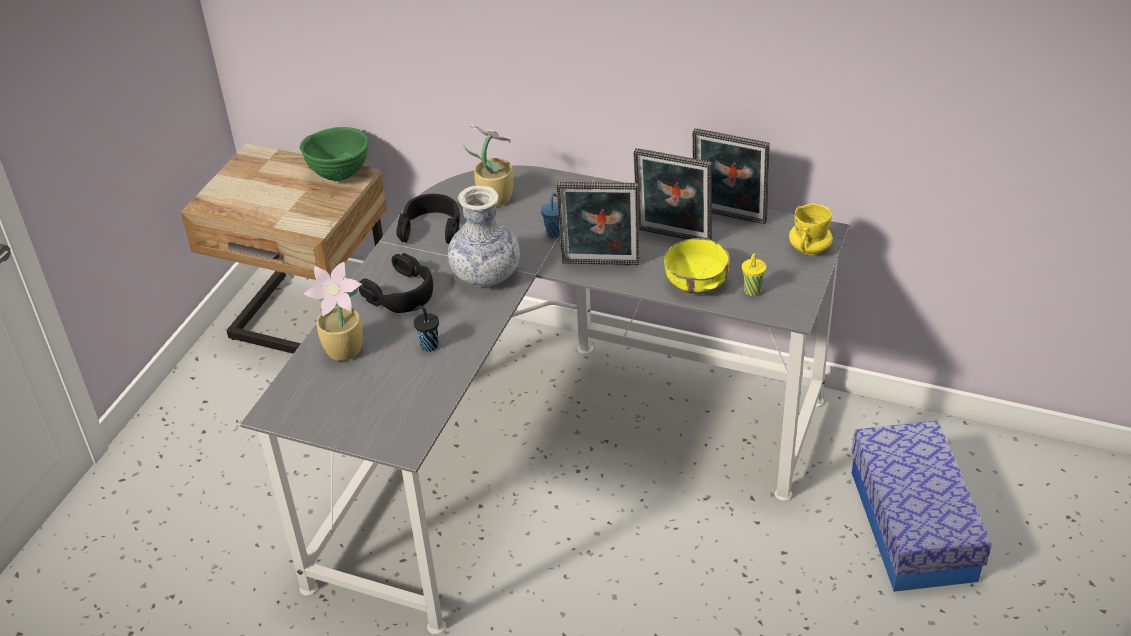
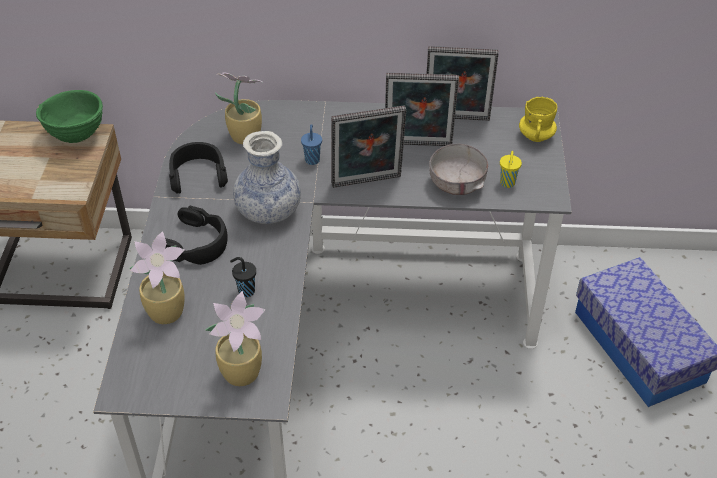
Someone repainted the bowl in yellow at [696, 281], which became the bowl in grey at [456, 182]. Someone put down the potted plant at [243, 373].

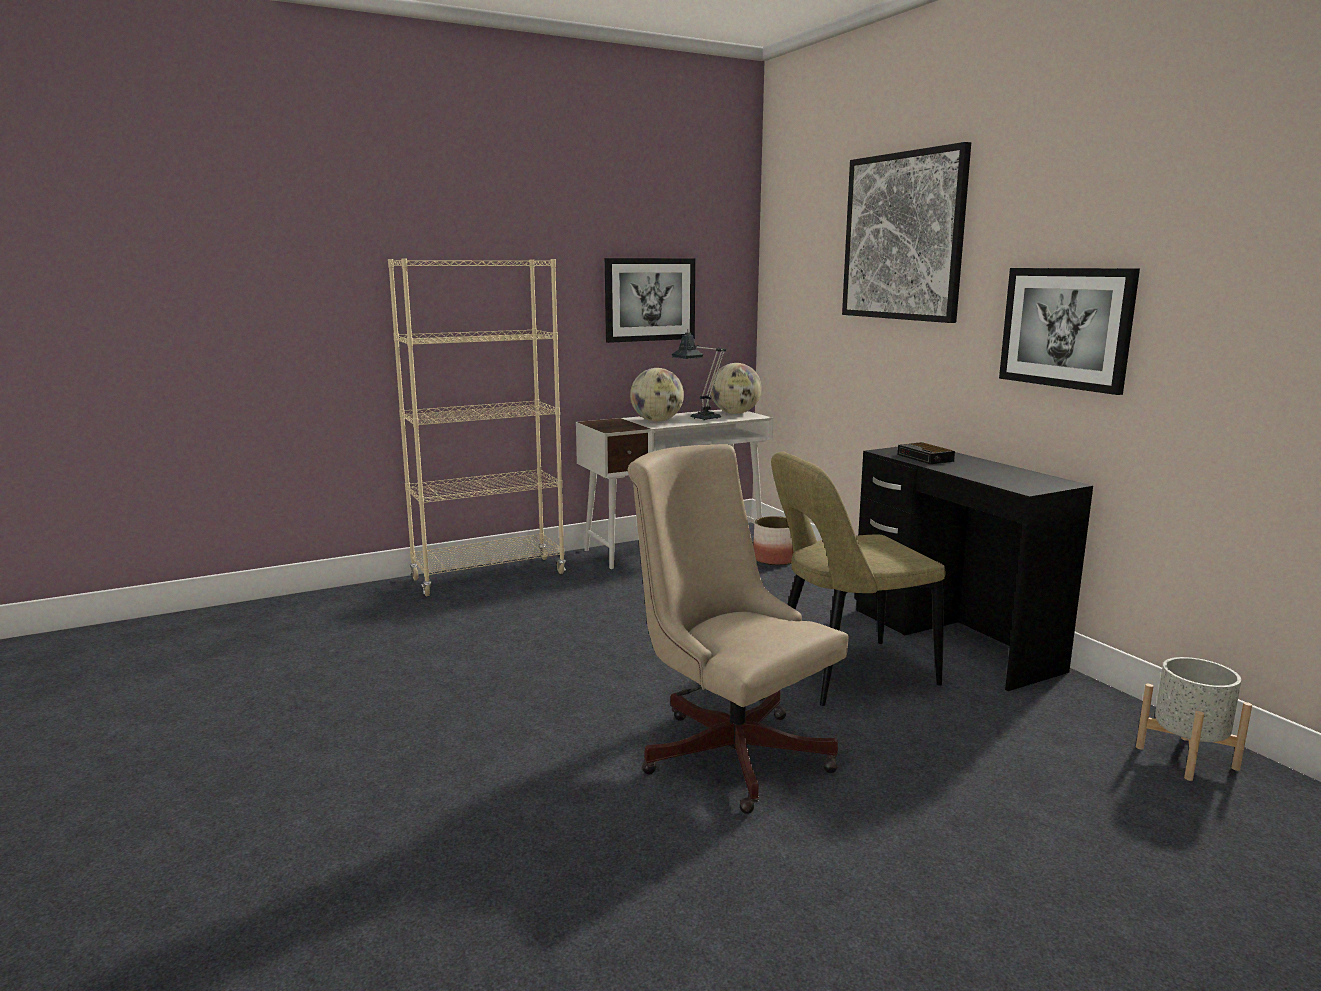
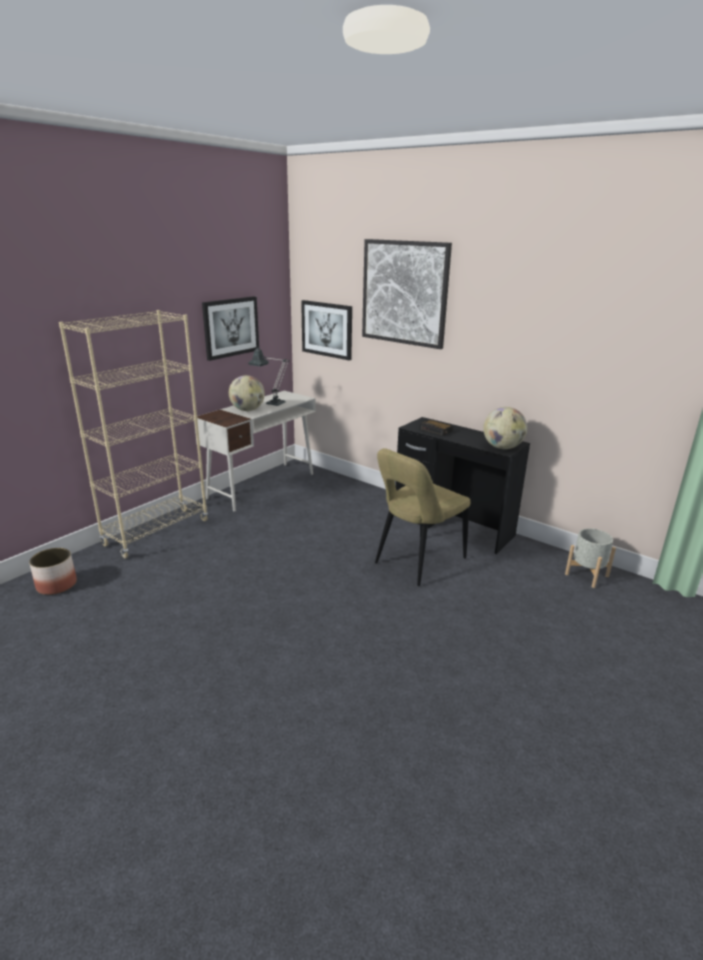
Someone took away the office chair in beige at [728, 750]. Someone carried the globe from [735, 413] to [502, 447]. Someone carried the planter from [775, 559] to [56, 585]. Someone carried the picture from [1066, 327] to [327, 329].

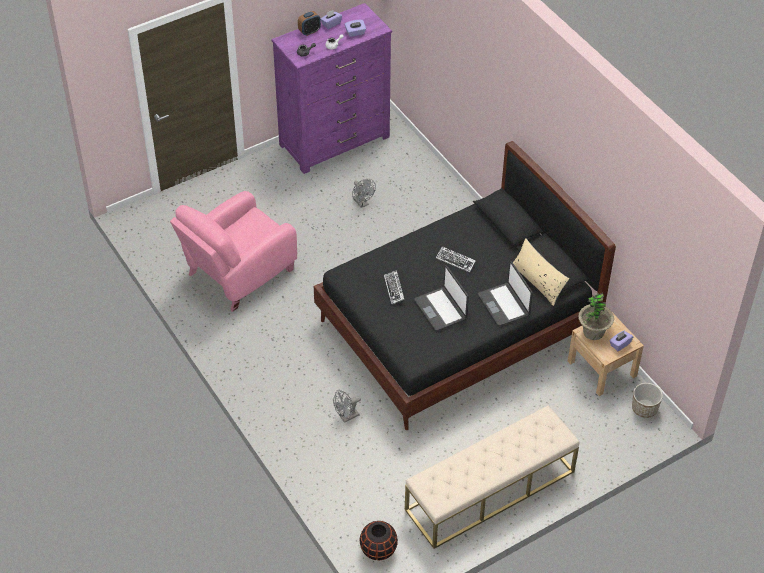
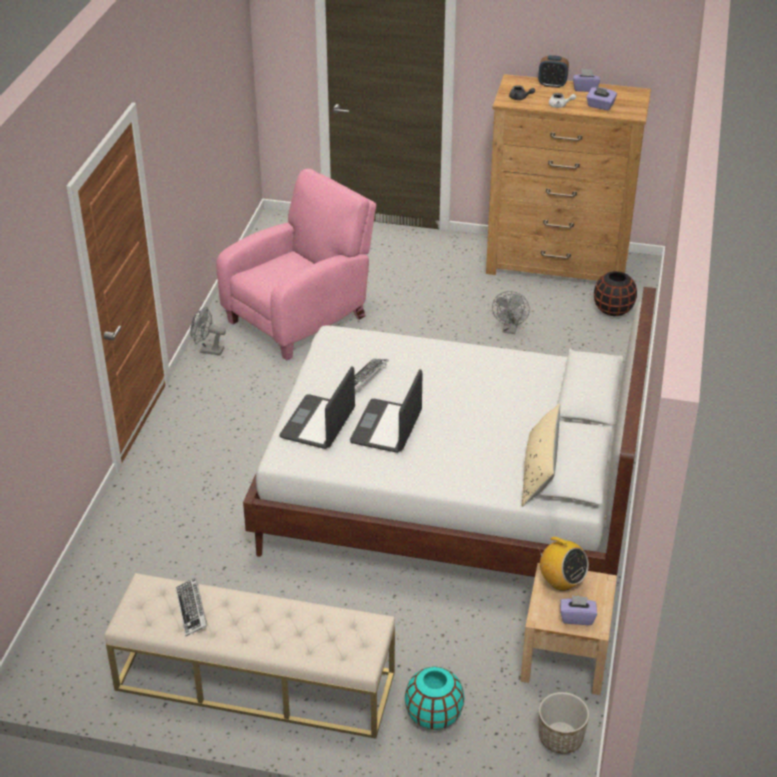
Someone rotated the armchair in pink at [238, 274] by 135 degrees clockwise. Someone repainted the dresser in purple at [335, 141], which became the dresser in brown at [558, 264]. Someone repainted the bed in black at [457, 327], which became the bed in white at [450, 499]. Someone carried the fan in grey from [346, 417] to [208, 350]. Someone carried the vase in black from [378, 550] to [613, 310]. Someone carried the keyboard from [455, 261] to [191, 610]. Someone carried the laptop from [504, 305] to [319, 423]. Someone swapped the potted plant at [593, 332] for the radio at [561, 582]. Someone put down the vase in turquoise at [433, 716].

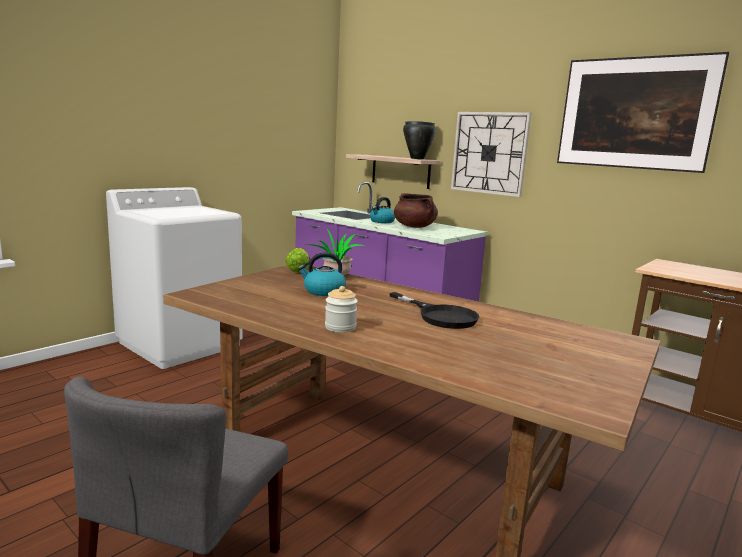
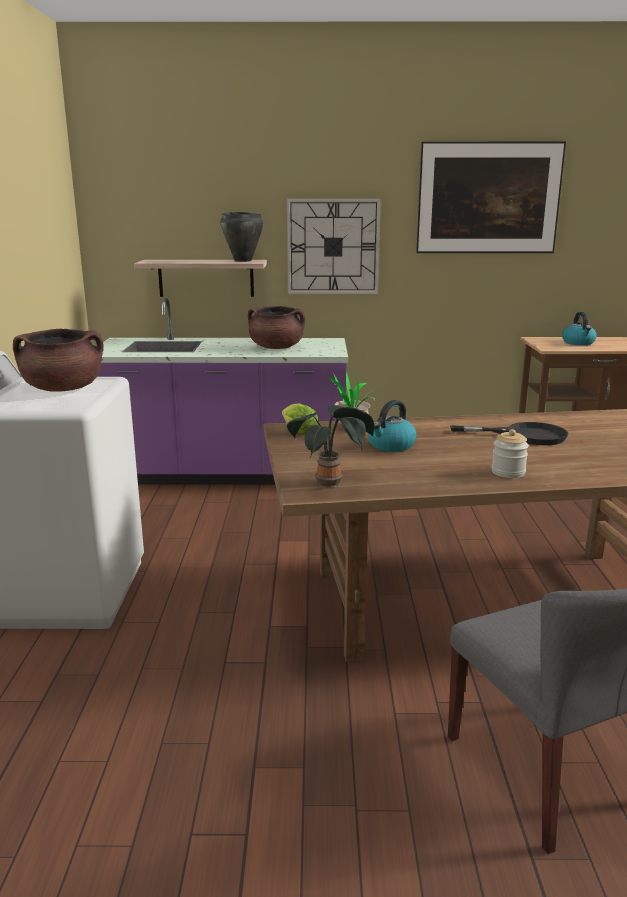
Someone carried the kettle from [382, 221] to [578, 343]. Someone put down the cooking pot in brown at [63, 389]. Someone put down the potted plant at [331, 482].

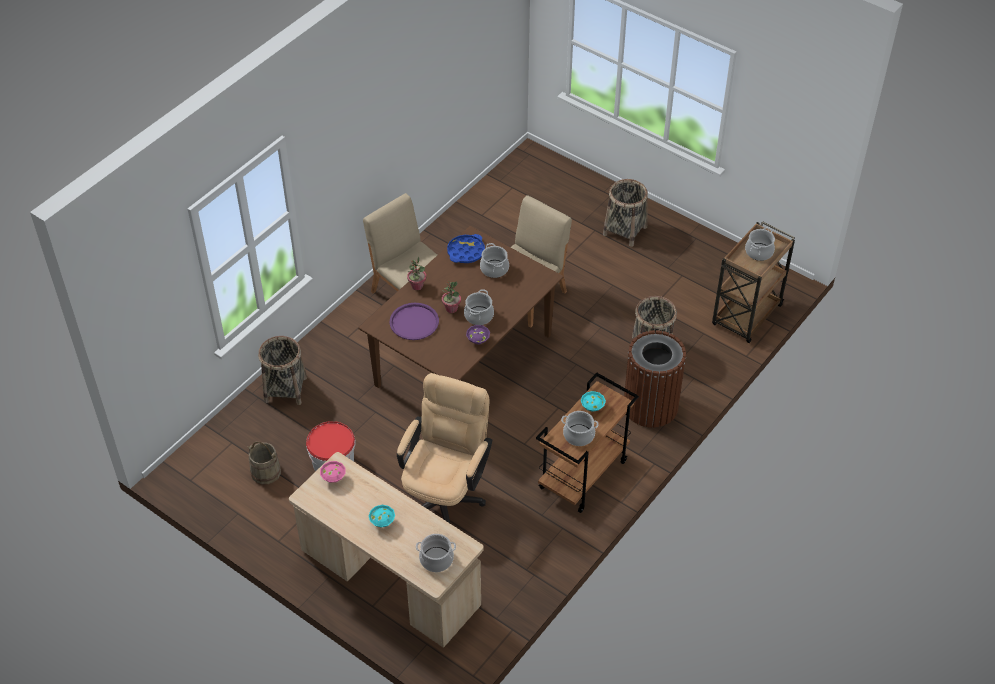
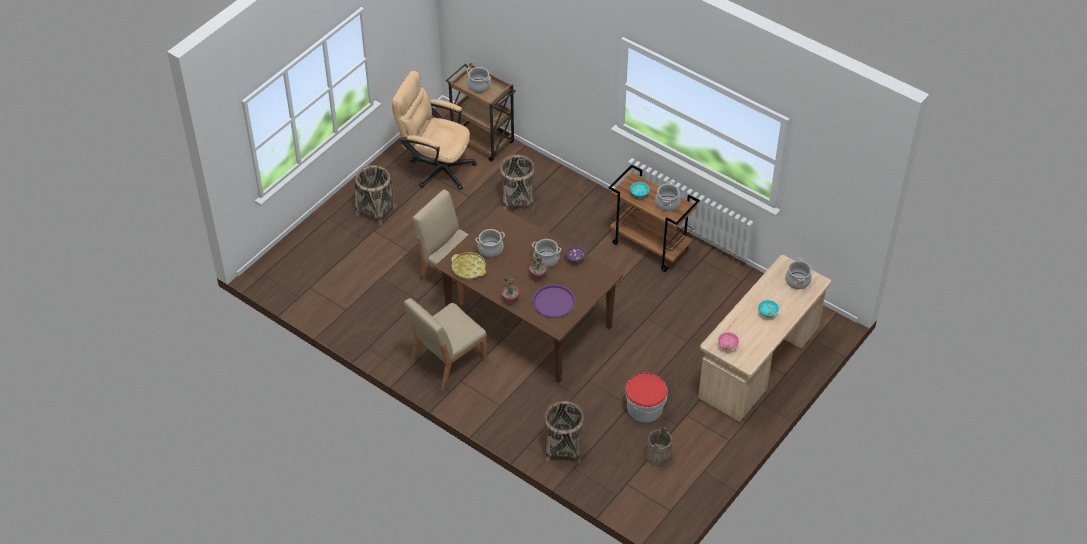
Someone carried the office chair in beige from [445, 495] to [436, 167]. Someone repainted the tray in blue at [466, 252], which became the tray in yellow at [468, 268]. Someone took away the trash can in brown at [650, 406].

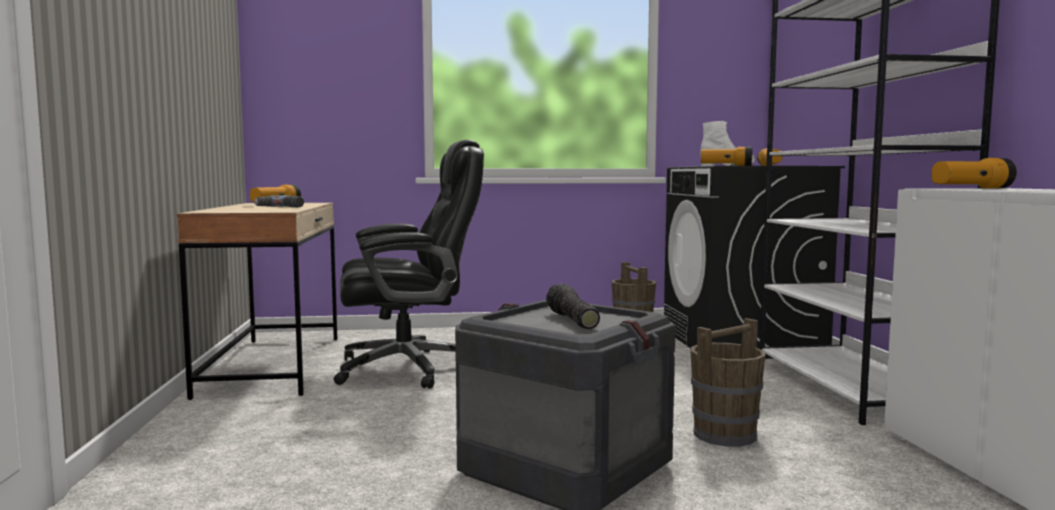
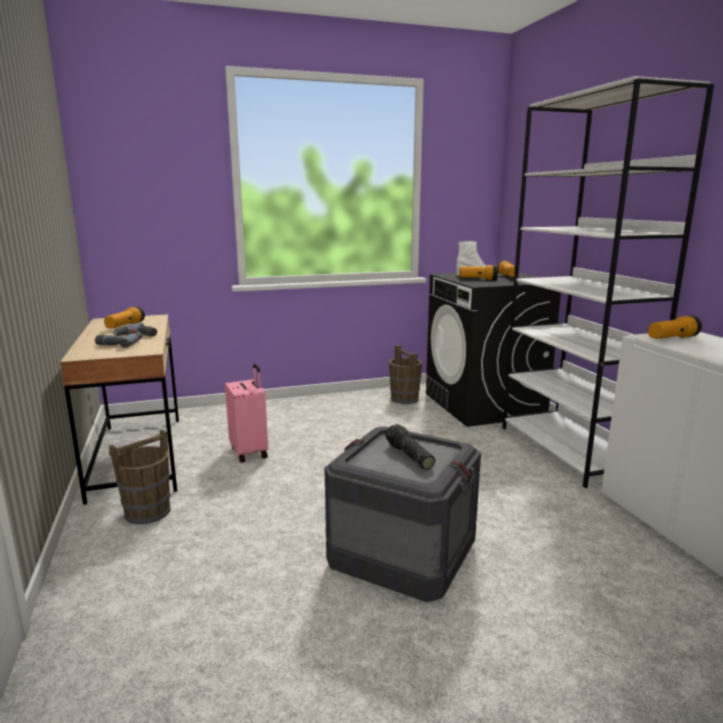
Someone swapped the office chair in black at [409, 368] for the suitcase in pink at [250, 452]. Someone carried the bucket in brown from [725, 434] to [148, 512]. Someone put down the power drill at [119, 343].

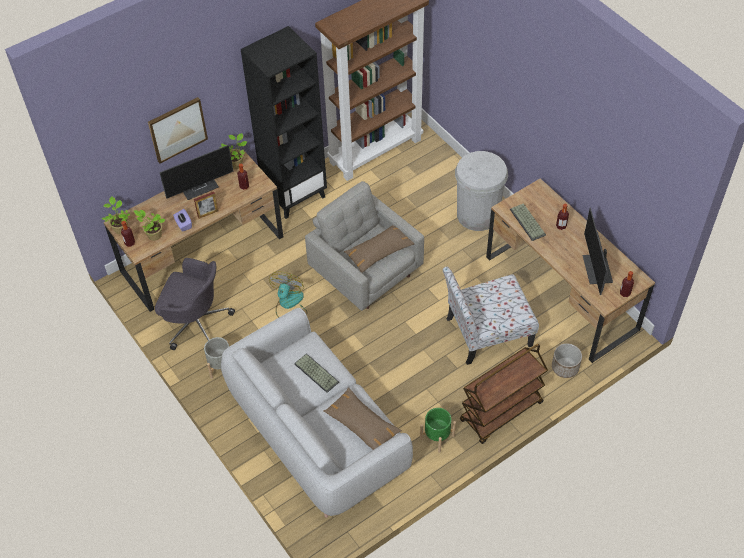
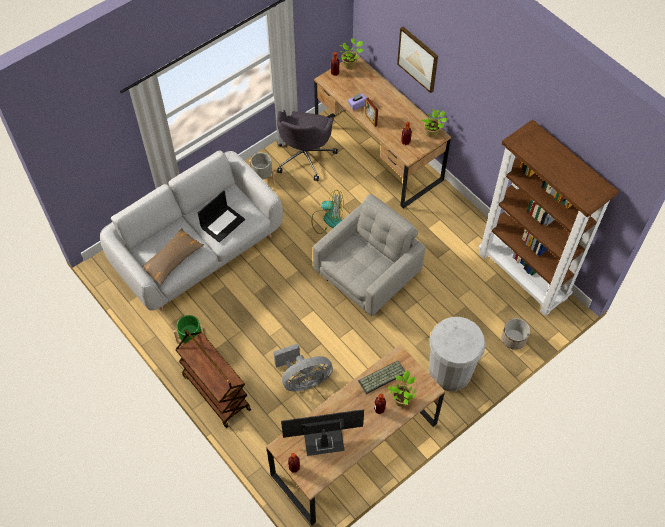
Someone carried the potted plant from [153, 235] to [401, 399]. Someone took away the monitor at [199, 186]. Someone took away the bookcase in black at [295, 195]. Someone swapped the keyboard at [315, 373] for the laptop at [222, 223]. Someone took away the pillow in brown at [379, 252]. Someone swapped the chair at [486, 332] for the fan in grey at [303, 379]. Someone carried the planter from [565, 367] to [513, 339].

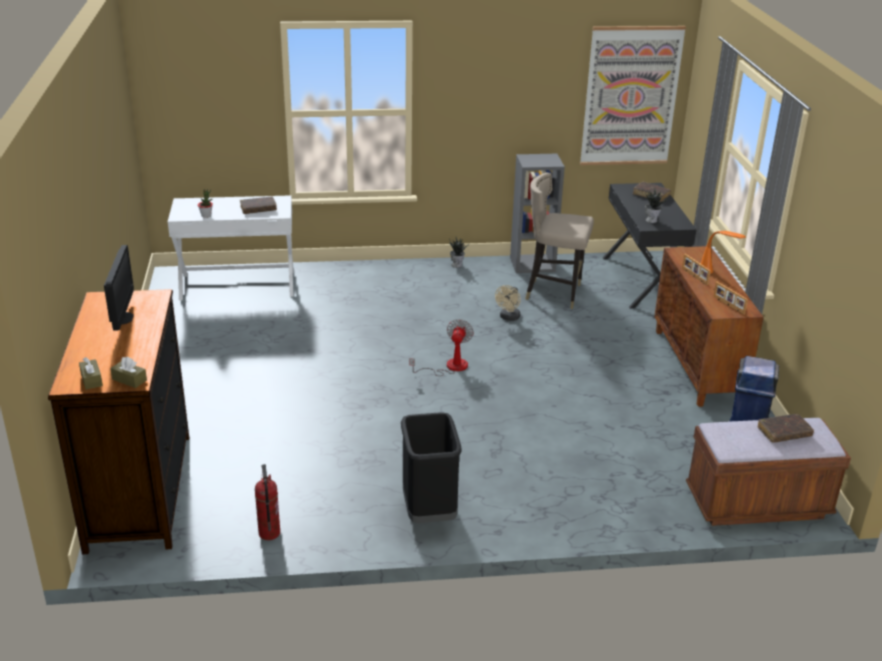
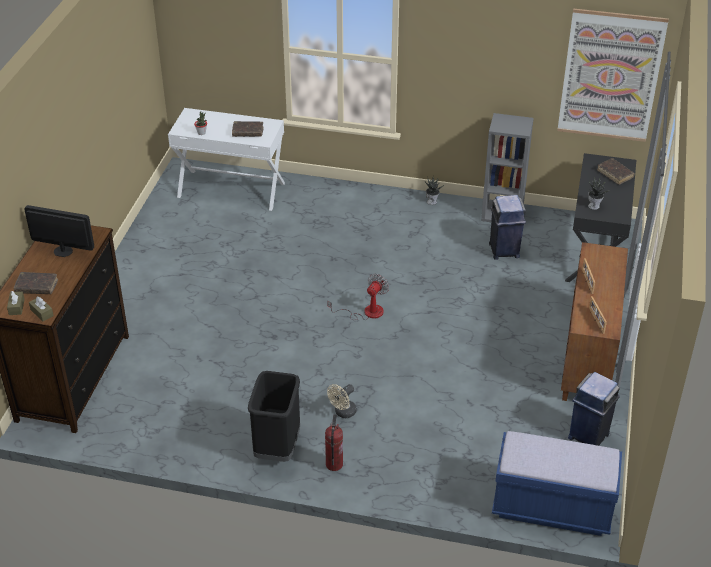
Someone rotated the monitor at [122, 318] by 90 degrees counterclockwise. Someone carried the fire extinguisher from [269, 533] to [334, 464]. Someone carried the fan in beige from [508, 318] to [343, 413]. Someone swapped the stool in beige at [554, 293] for the trash can in blue at [504, 251]. Someone repainted the bench in brown at [757, 504], which became the bench in blue at [552, 507]. Someone took away the table lamp in orange at [717, 277]. Someone carried the book in brown from [784, 433] to [36, 287].

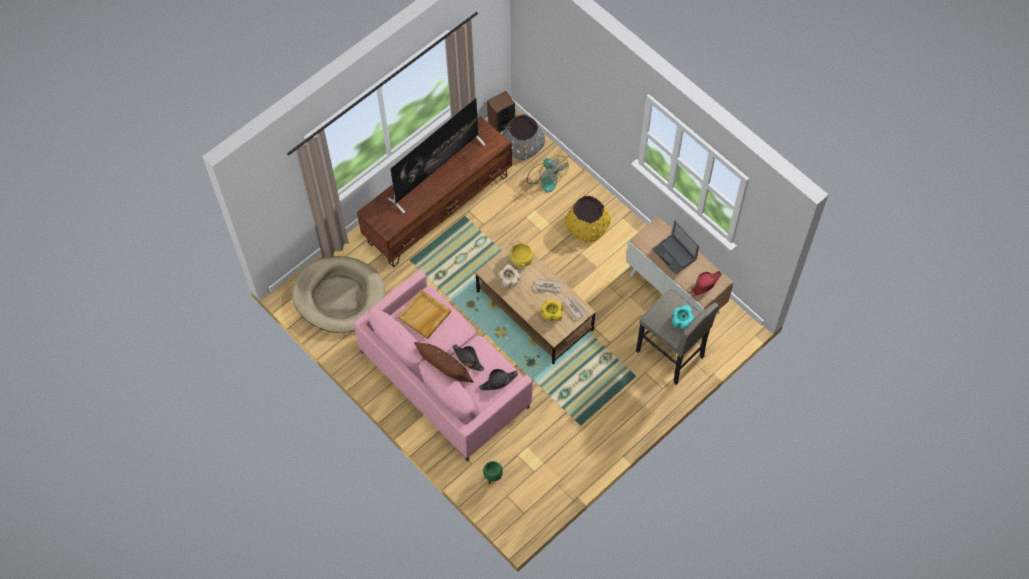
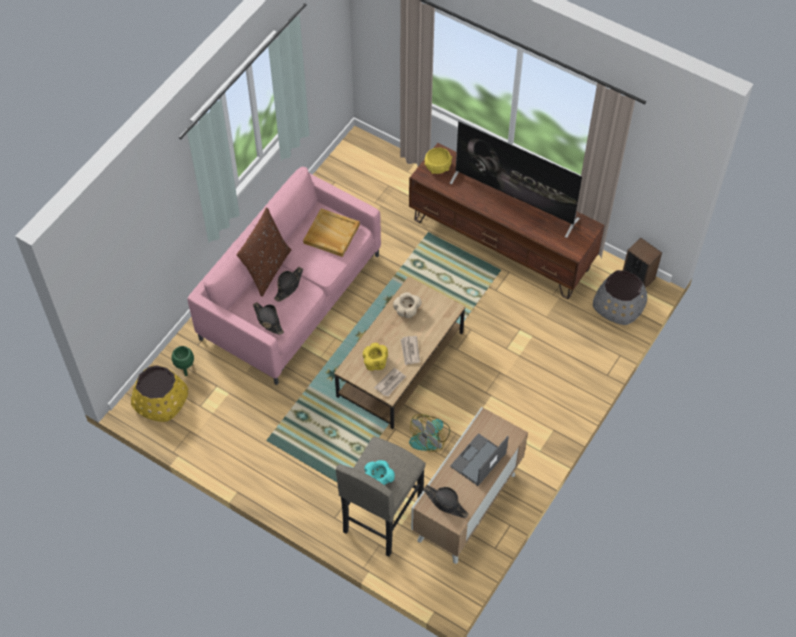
Someone took away the dog bed in beige at [339, 296]. Someone carried the bowl in yellow from [521, 259] to [437, 167]. Someone carried the fan from [546, 177] to [430, 437]. Someone carried the planter in yellow from [587, 224] to [160, 400]. Someone repainted the hat in red at [705, 284], which became the hat in black at [446, 503].

